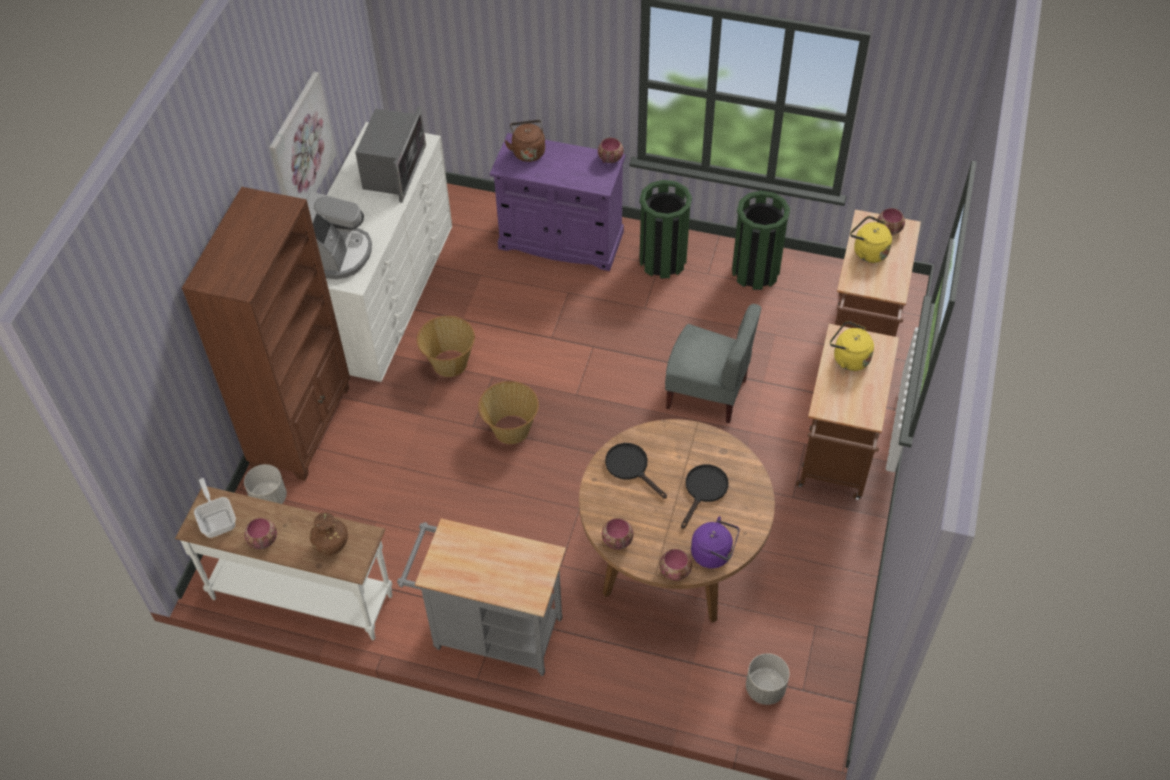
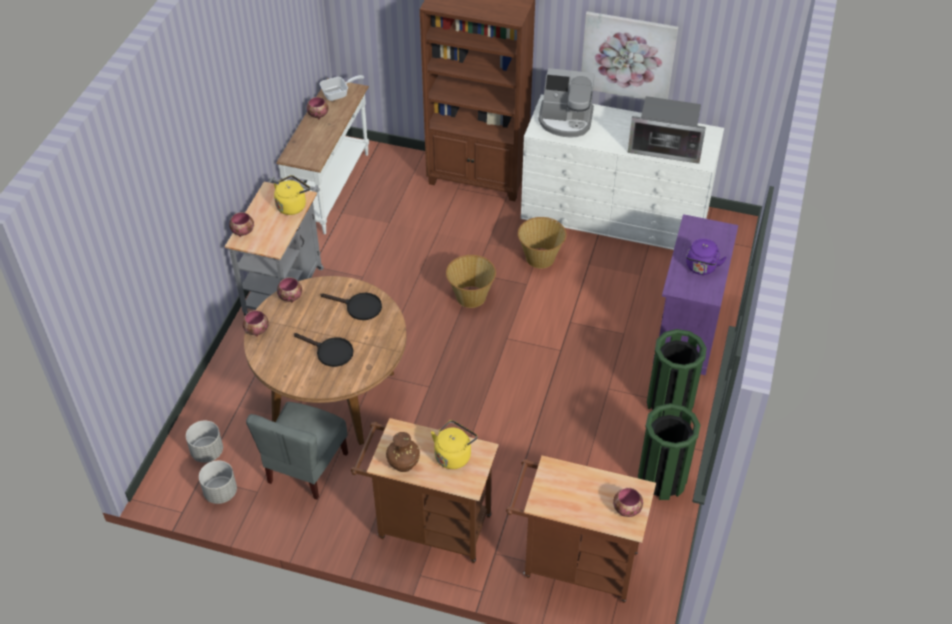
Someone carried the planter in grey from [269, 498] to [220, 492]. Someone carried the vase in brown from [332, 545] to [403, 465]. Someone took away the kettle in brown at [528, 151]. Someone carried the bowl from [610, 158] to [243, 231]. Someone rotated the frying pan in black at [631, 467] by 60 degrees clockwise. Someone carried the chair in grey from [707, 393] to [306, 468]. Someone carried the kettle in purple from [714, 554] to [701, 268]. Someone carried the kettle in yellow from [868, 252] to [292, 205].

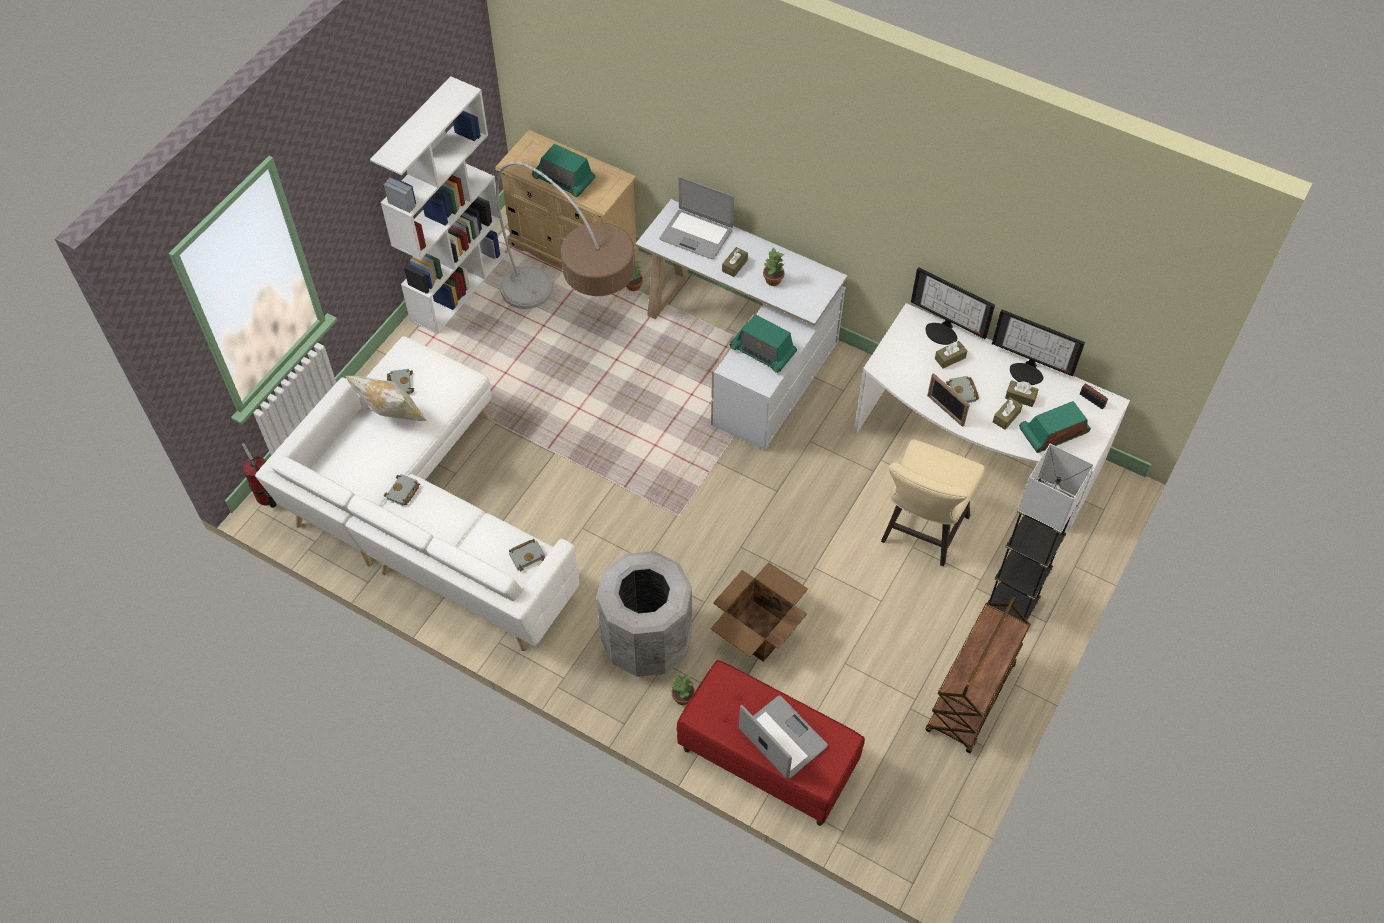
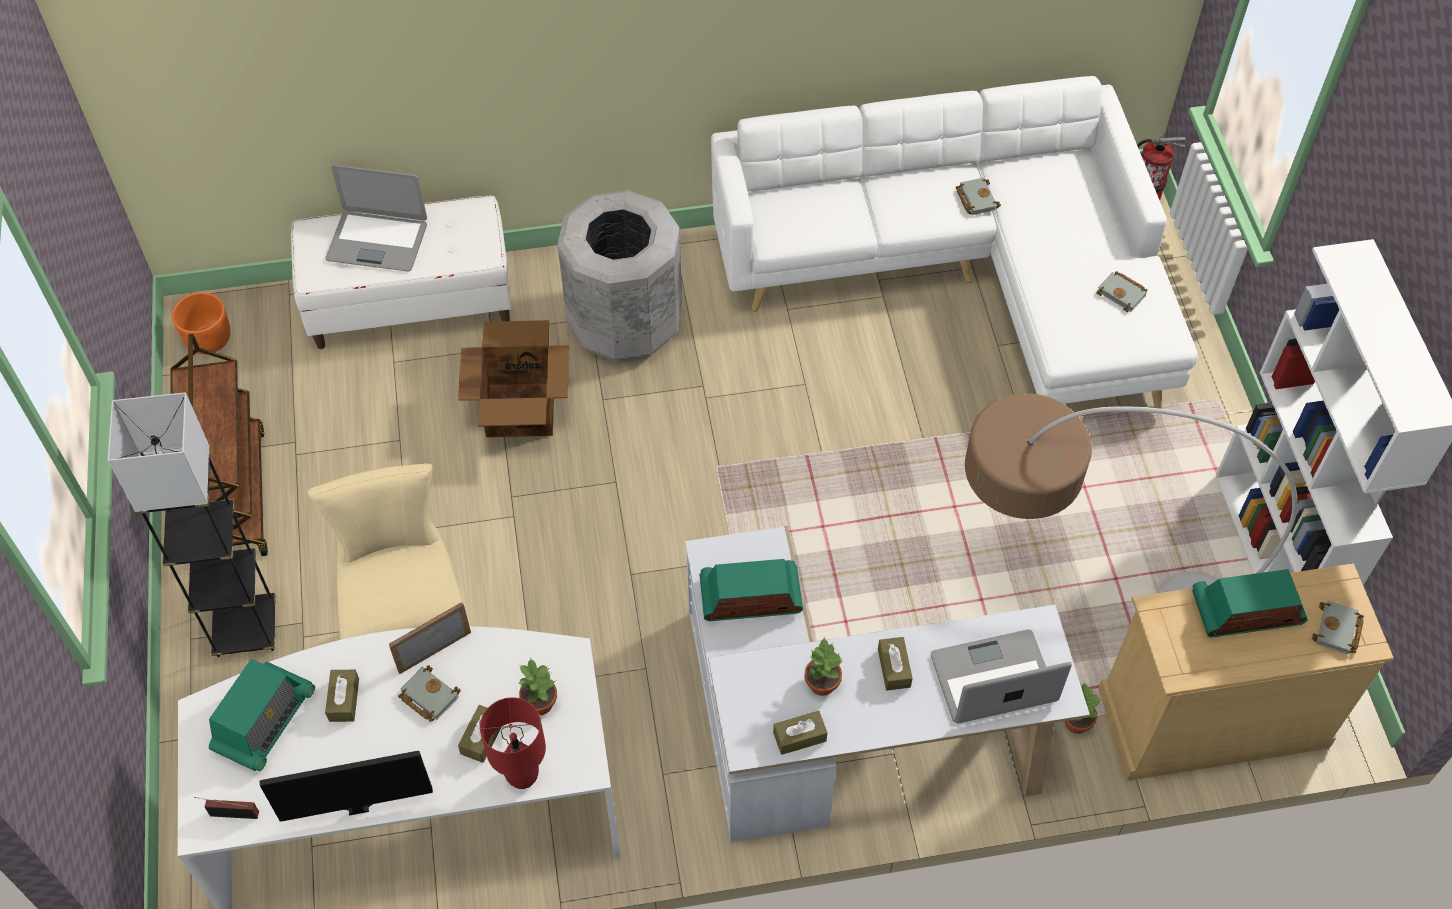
Someone took away the pillow at [392, 417]. Someone carried the book in grey from [527, 555] to [1338, 631]. Someone carried the potted plant from [682, 697] to [540, 702]. Someone repainted the bench in red at [766, 760], which became the bench in white at [411, 303]. Someone swapped the monitor at [943, 331] for the table lamp in red at [522, 776]. Someone rotated the picture frame at [945, 410] by 45 degrees counterclockwise. Someone carried the tissue box in brown from [1020, 397] to [799, 737]. Someone put down the planter in orange at [209, 339].

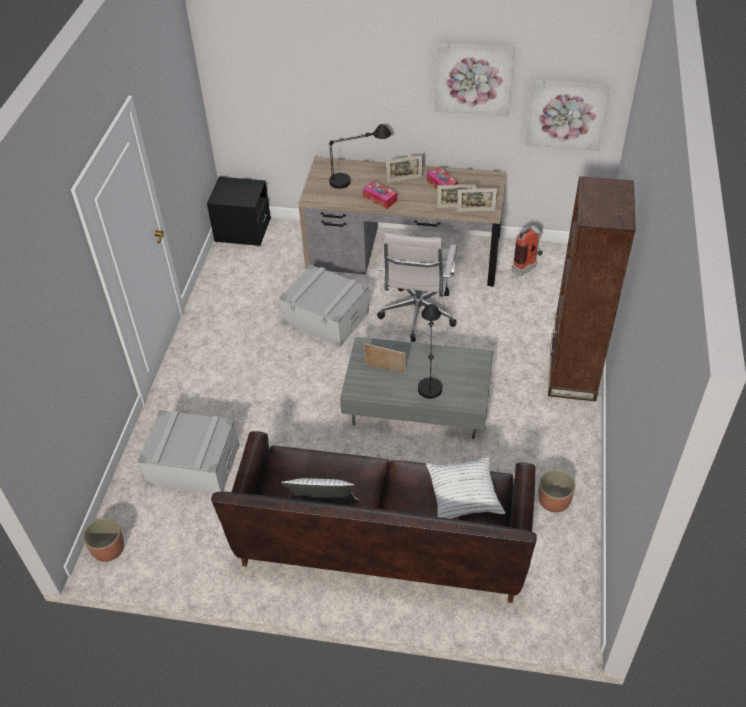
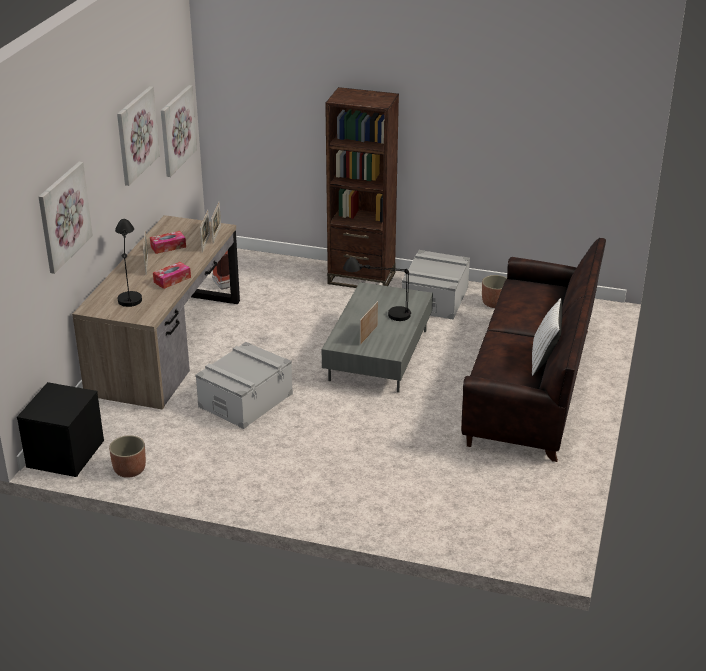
Someone carried the planter from [108, 549] to [129, 470]. Someone carried the storage box in grey from [193, 464] to [435, 299]. Someone took away the office chair in white at [417, 316]. Someone took away the pillow in white at [463, 494]. Someone put up the picture at [63, 216].

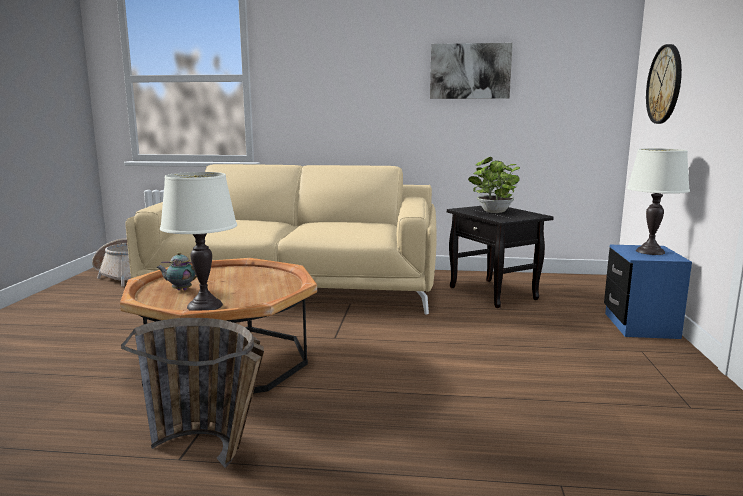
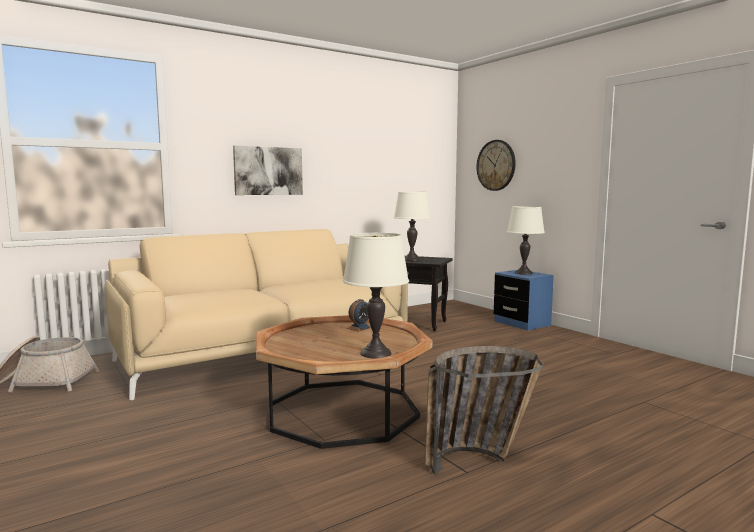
Someone took away the teapot at [180, 290]. Someone carried the picture from [470, 71] to [268, 171]. Someone swapped the potted plant at [493, 212] for the table lamp in white at [411, 259]. Someone put down the alarm clock at [359, 328].

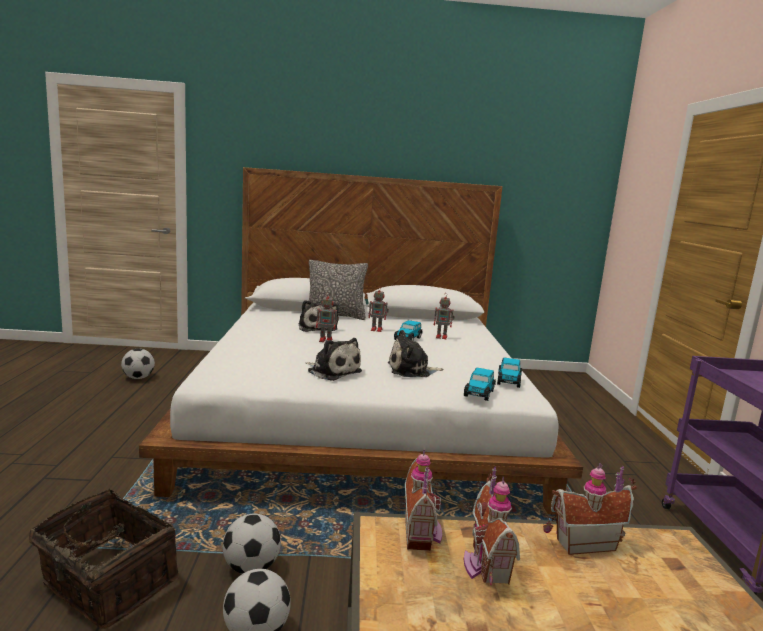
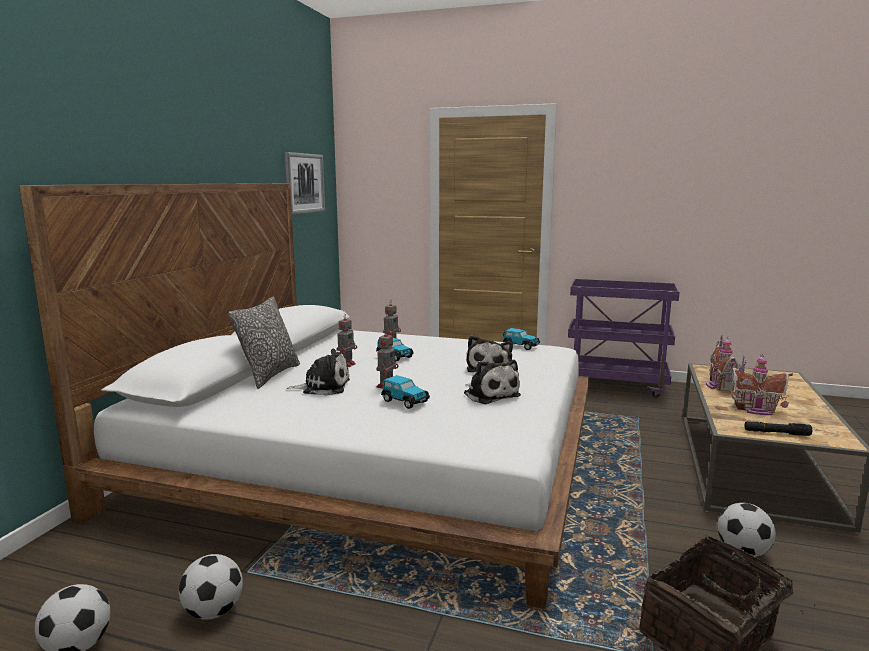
Someone carried the football from [251, 568] to [213, 611]. Someone rotated the plush toy at [332, 371] by 90 degrees clockwise. Someone took away the toy house at [422, 533]. Someone carried the toy car from [479, 393] to [404, 401]. Someone put up the picture at [304, 183]. Someone put down the flashlight in black at [776, 433].

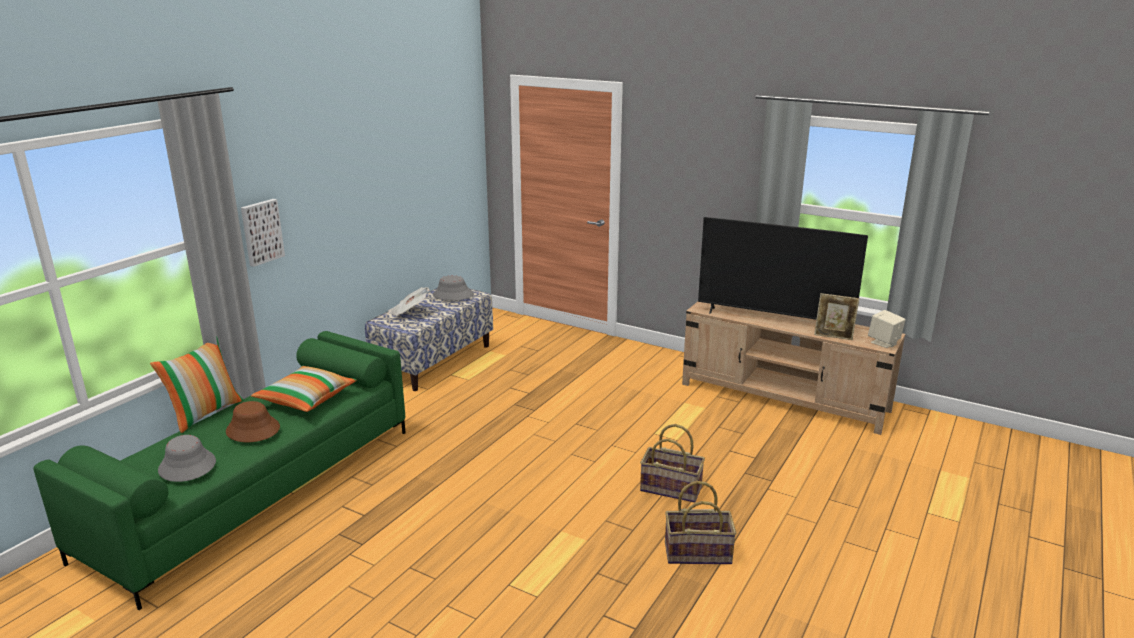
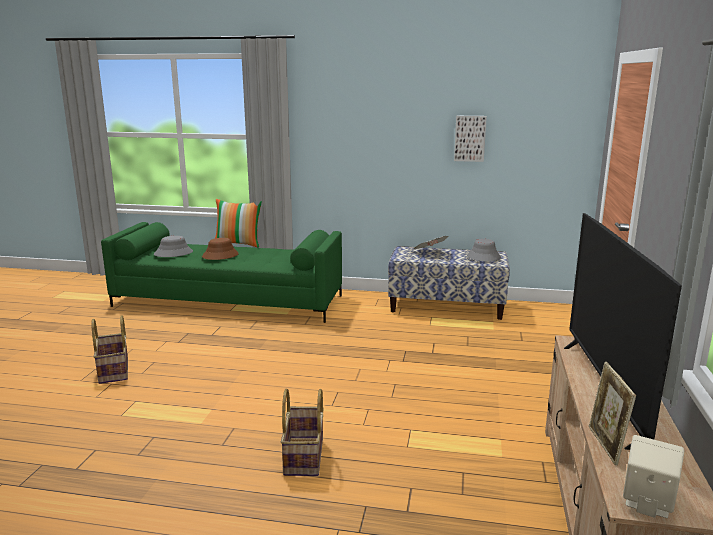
Someone carried the picture from [261, 232] to [470, 138]. Someone took away the pillow at [306, 399]. Someone carried the basket from [698, 552] to [114, 371].

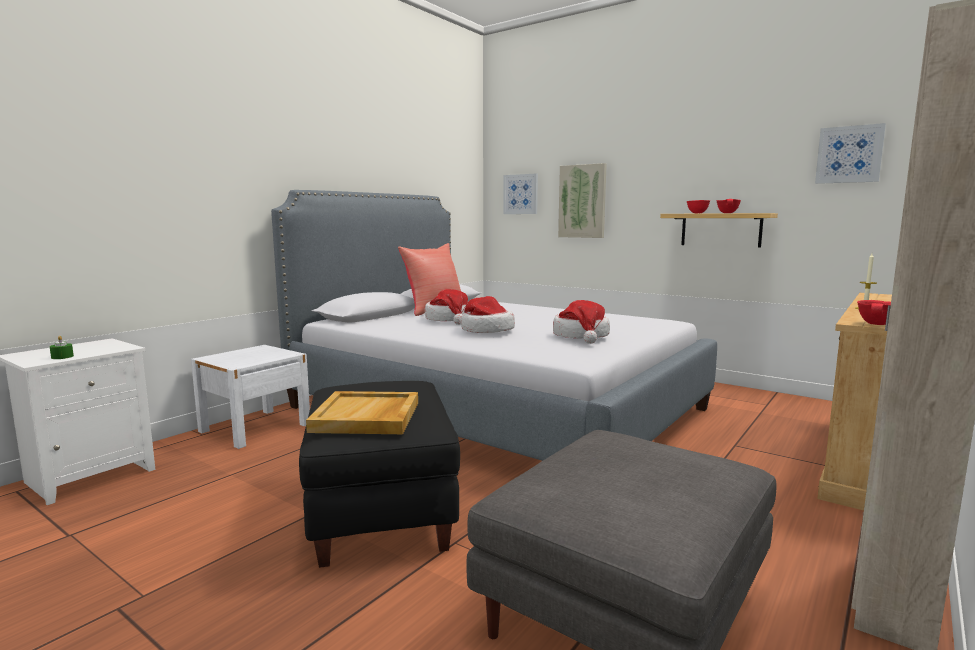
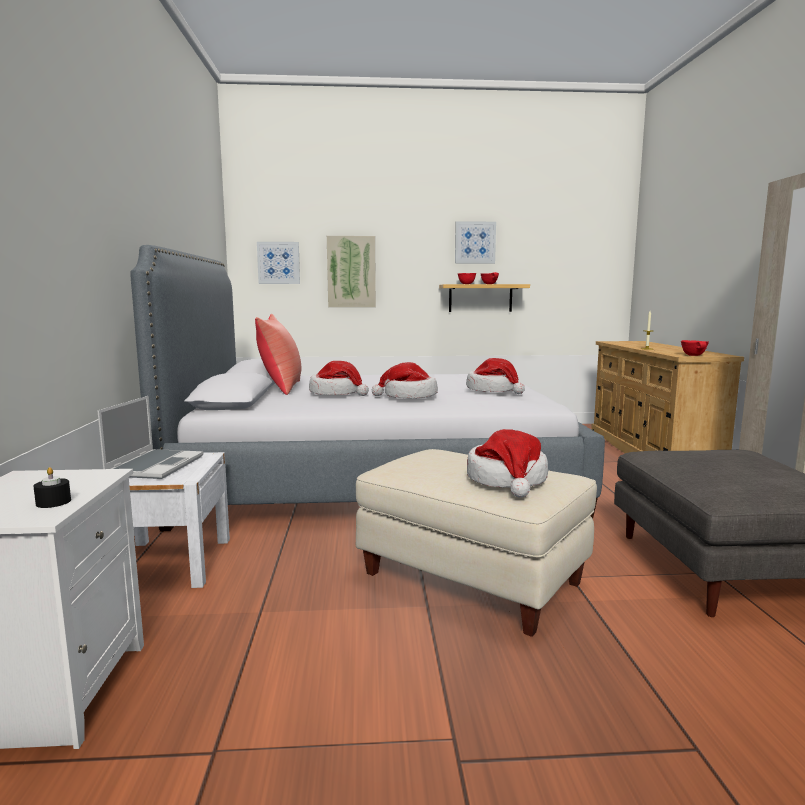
Someone repainted the candle in green at [62, 357], which became the candle in black at [53, 502]. Someone repainted the ottoman in black at [379, 509], which became the ottoman in beige at [471, 579]. Someone swapped the tray in beige at [367, 417] for the hat at [507, 480]. Someone carried the picture from [849, 154] to [475, 242]. Someone put down the laptop at [155, 466].

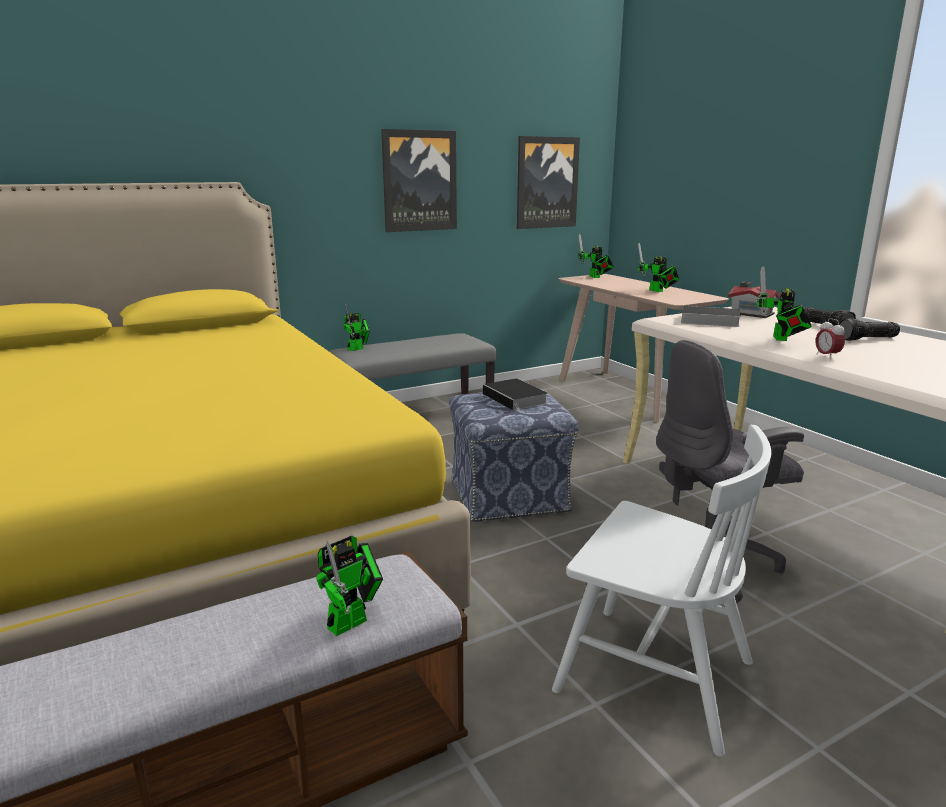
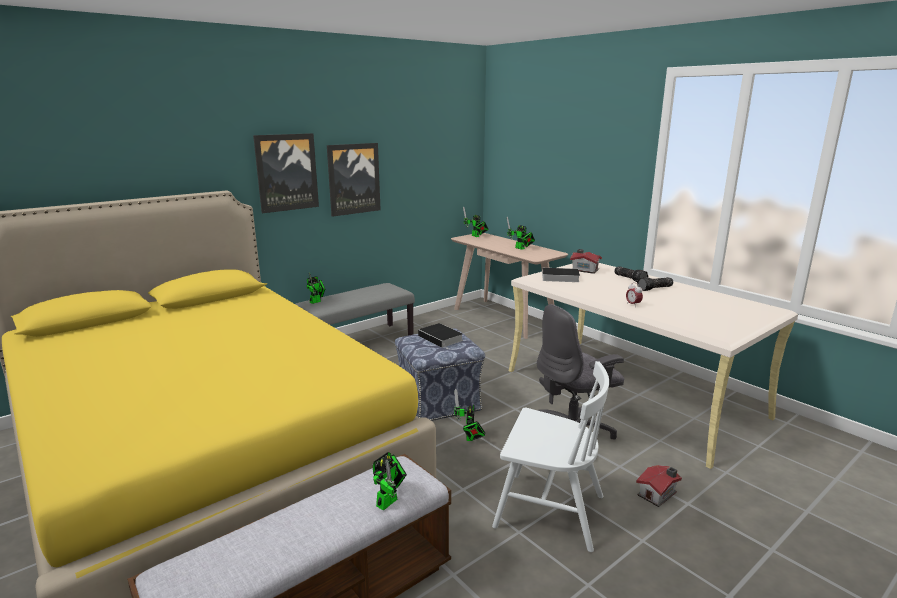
Someone carried the picture from [546, 183] to [286, 172]. Someone carried the toy robot from [780, 339] to [469, 438]. Someone put down the toy house at [658, 494].

